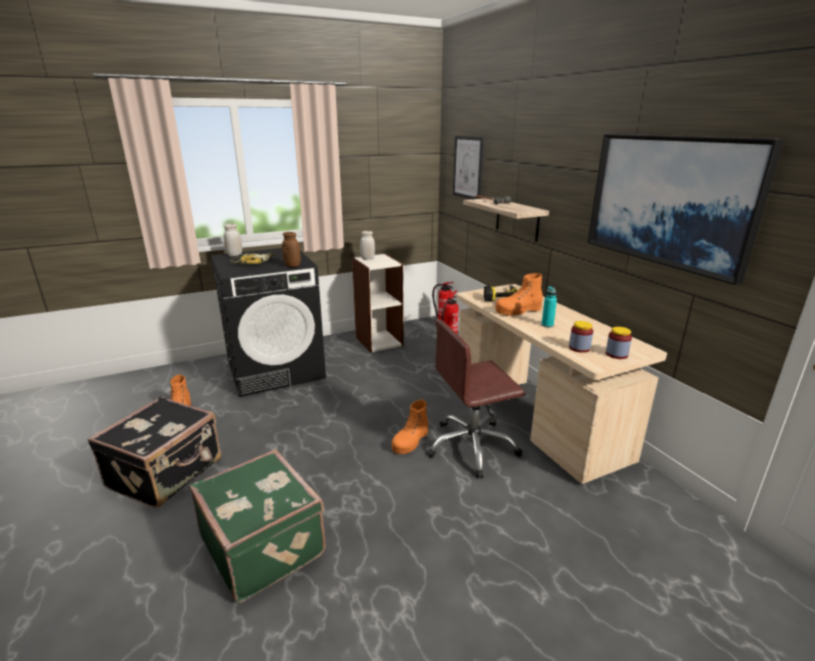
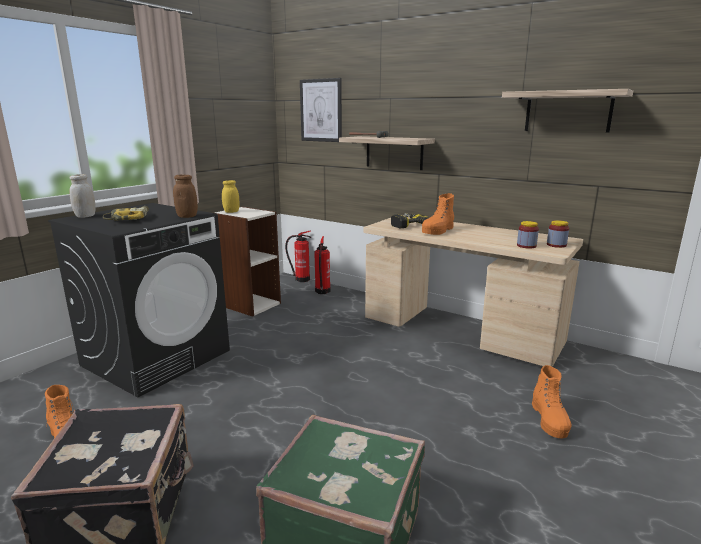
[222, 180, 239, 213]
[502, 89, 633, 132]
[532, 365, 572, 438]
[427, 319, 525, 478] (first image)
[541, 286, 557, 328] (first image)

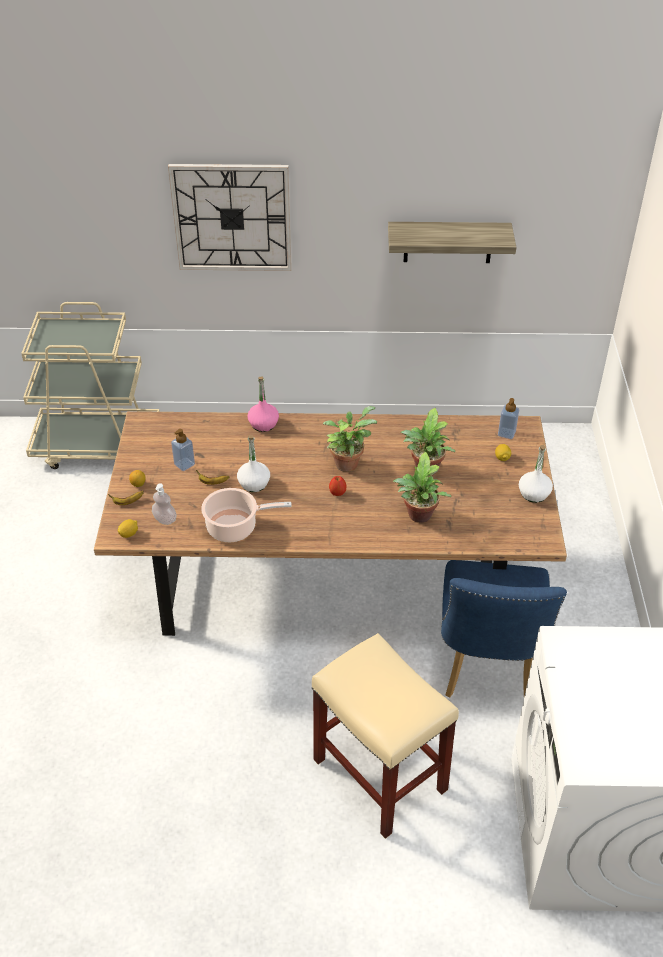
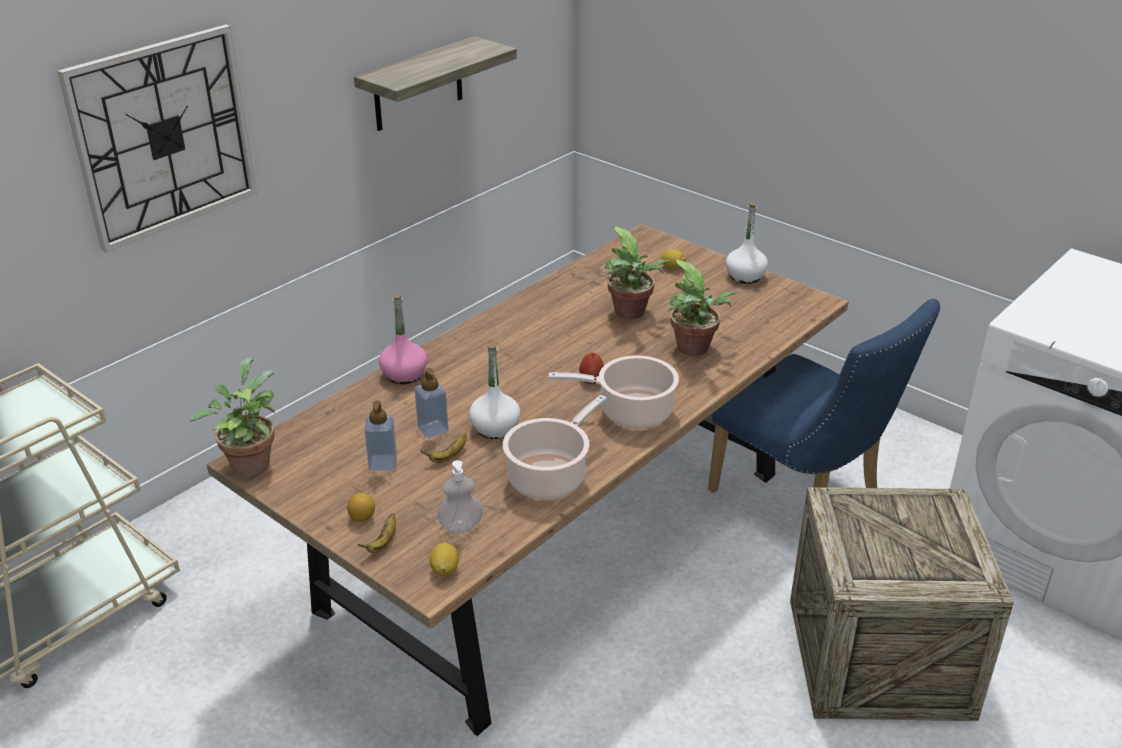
[190, 357, 275, 477]
[415, 368, 449, 438]
[549, 355, 679, 429]
[790, 487, 1014, 721]

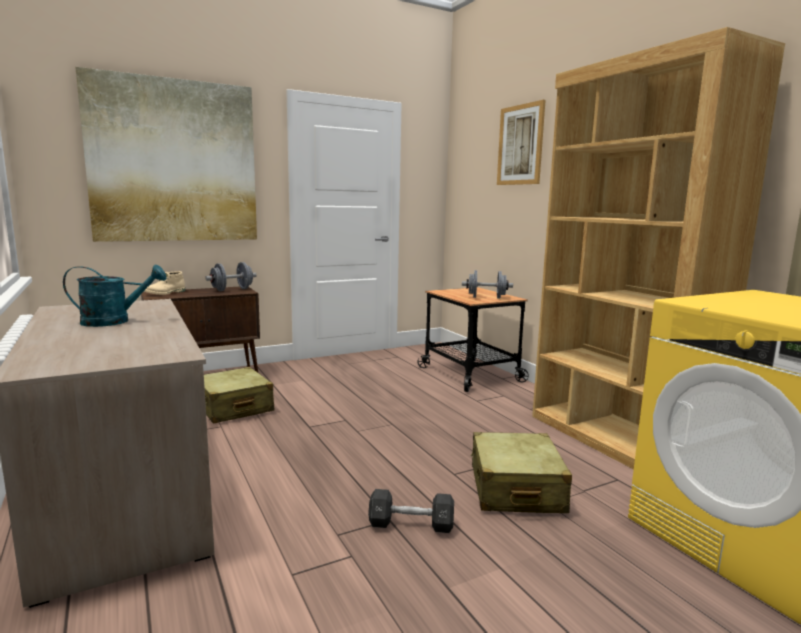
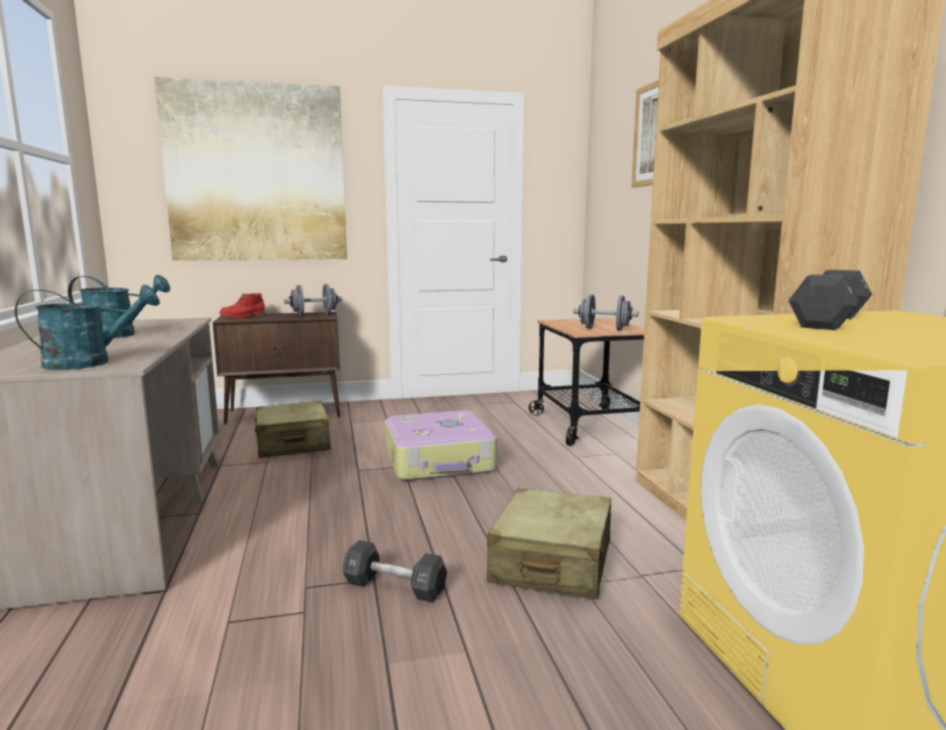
[15, 285, 160, 370]
[219, 293, 265, 318]
[385, 410, 497, 481]
[788, 269, 872, 330]

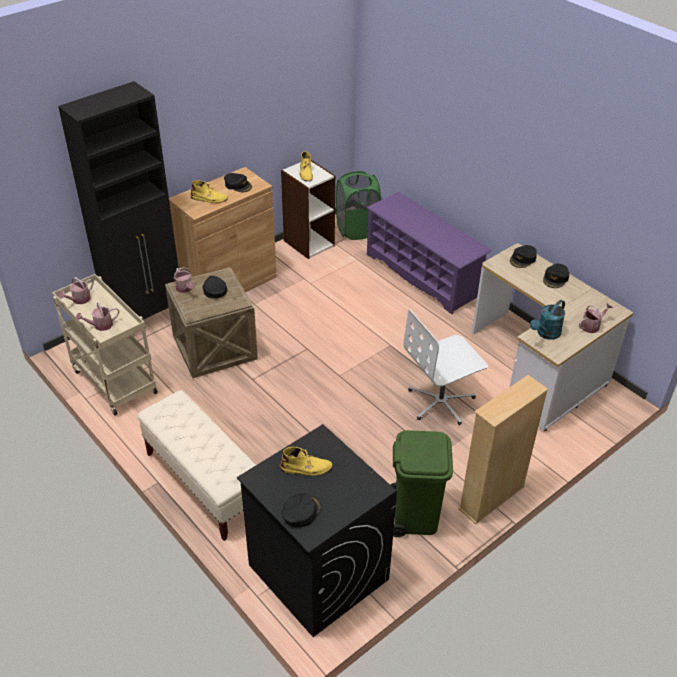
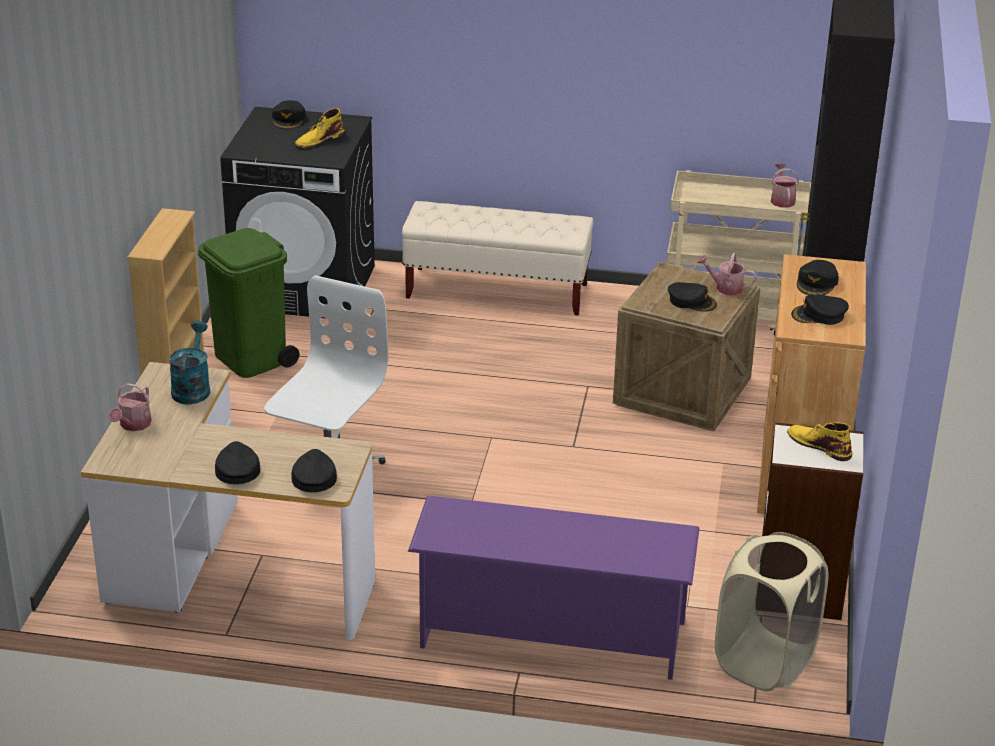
[715, 532, 828, 692]
[797, 260, 839, 295]
[76, 303, 119, 331] (first image)

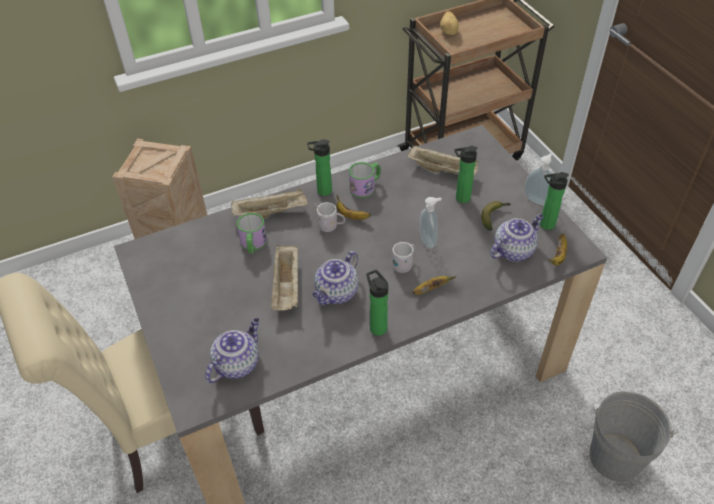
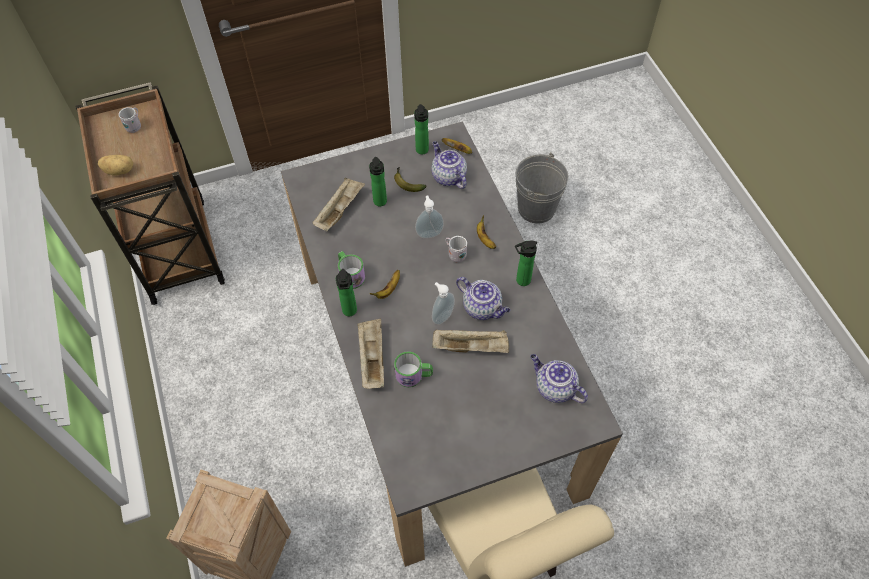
[119, 107, 141, 133]
[432, 282, 455, 325]

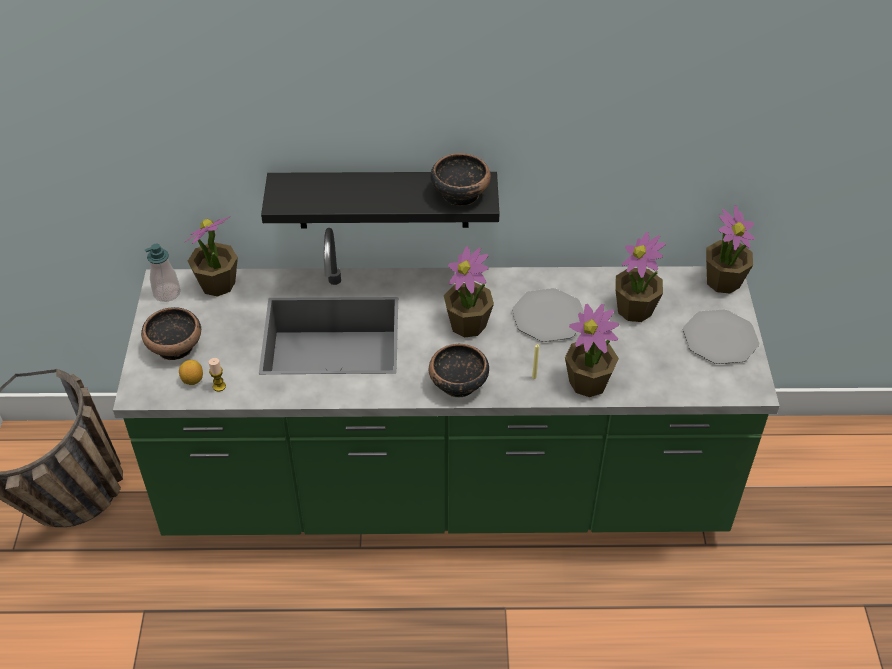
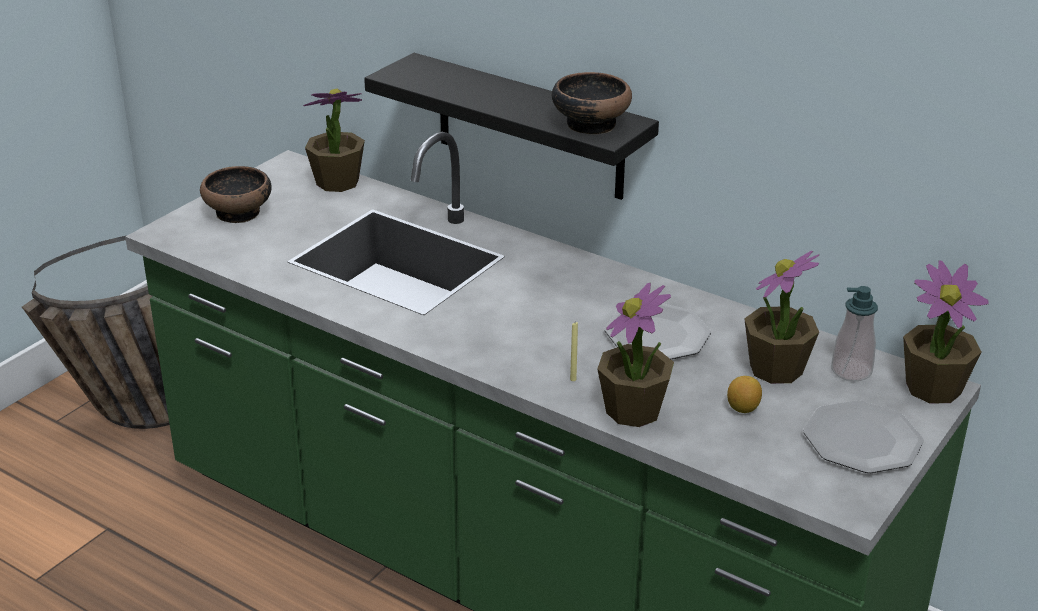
[727, 376, 762, 413]
[831, 286, 878, 381]
[209, 358, 226, 391] (first image)
[429, 344, 489, 398] (first image)
[444, 246, 494, 337] (first image)

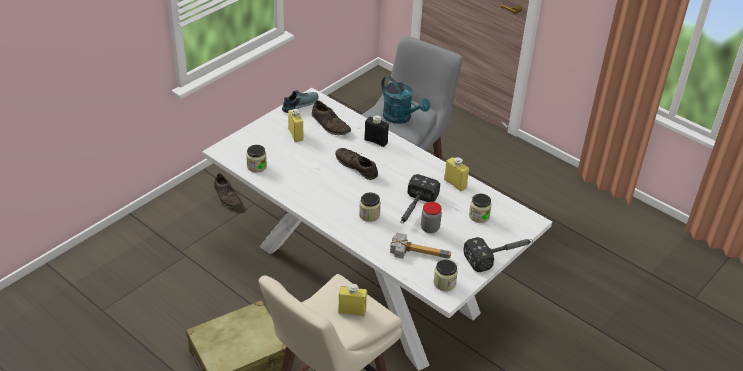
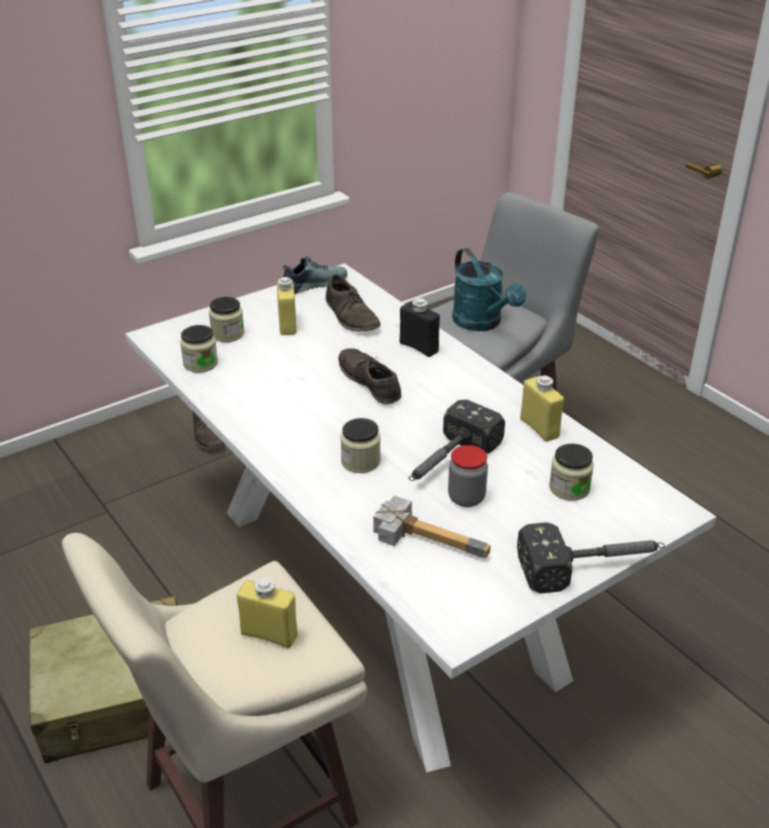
[209, 297, 244, 342]

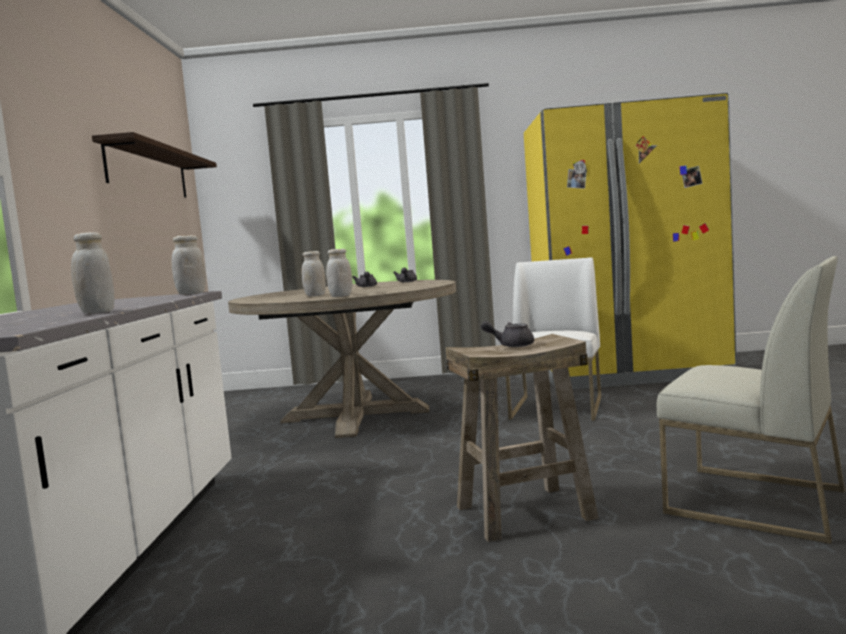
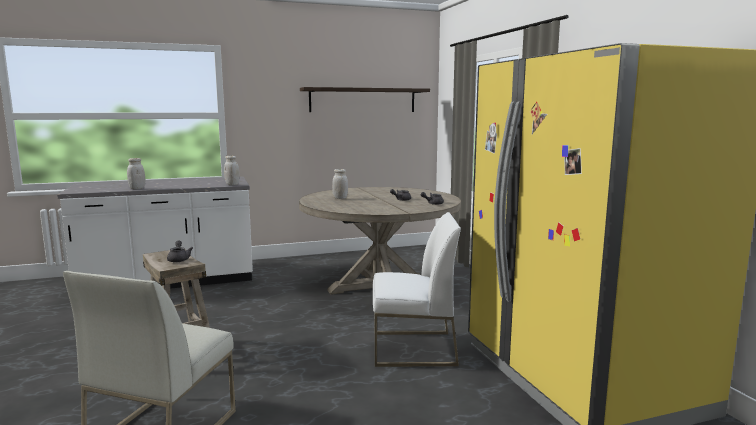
[326, 249, 352, 297] (first image)

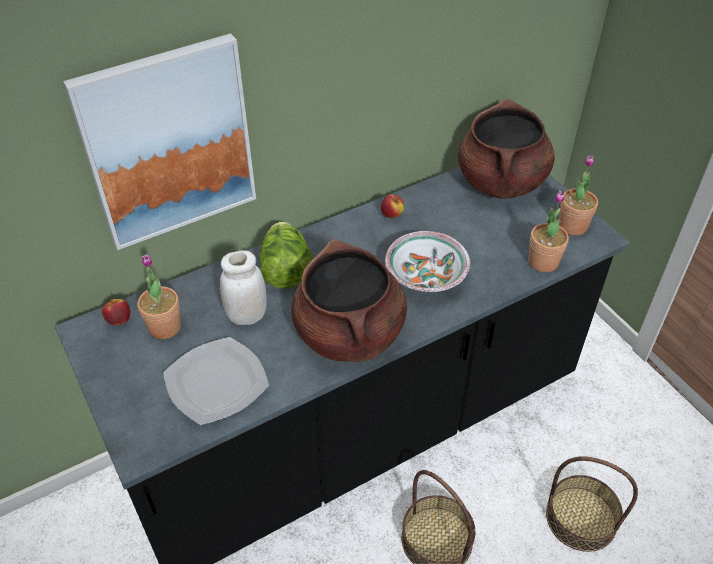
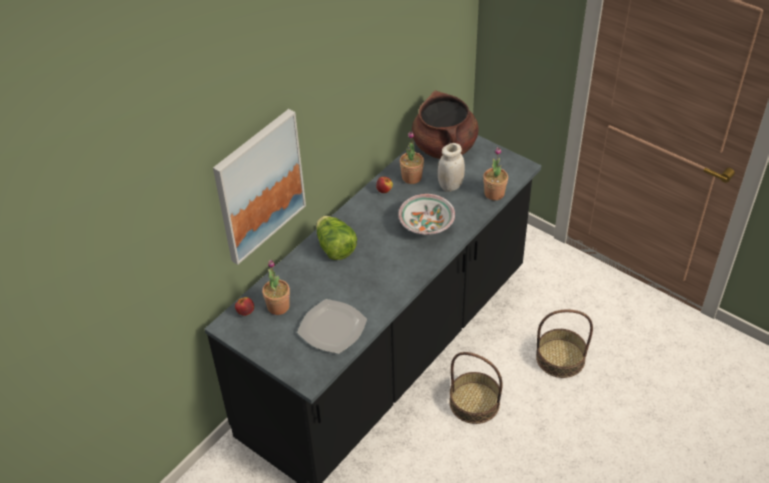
[400, 131, 424, 184]
[438, 143, 465, 192]
[291, 239, 407, 362] (first image)

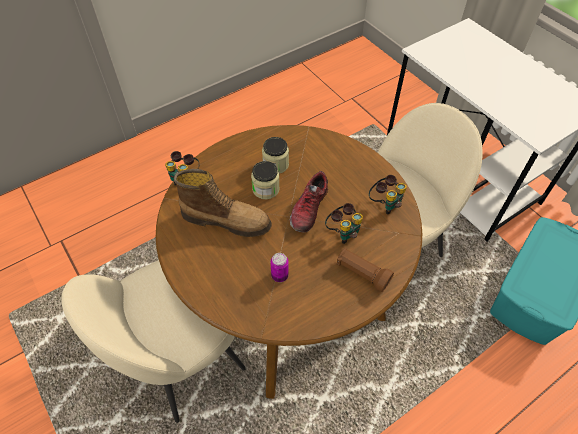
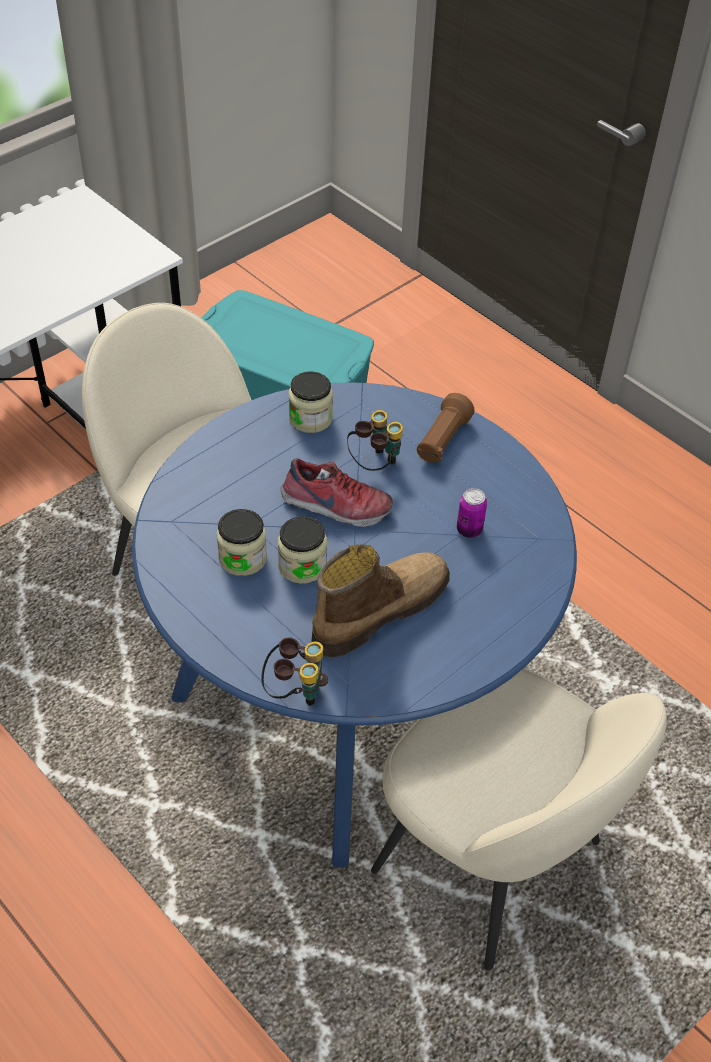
[132, 382, 577, 868]
[289, 372, 333, 433]
[311, 544, 450, 658]

